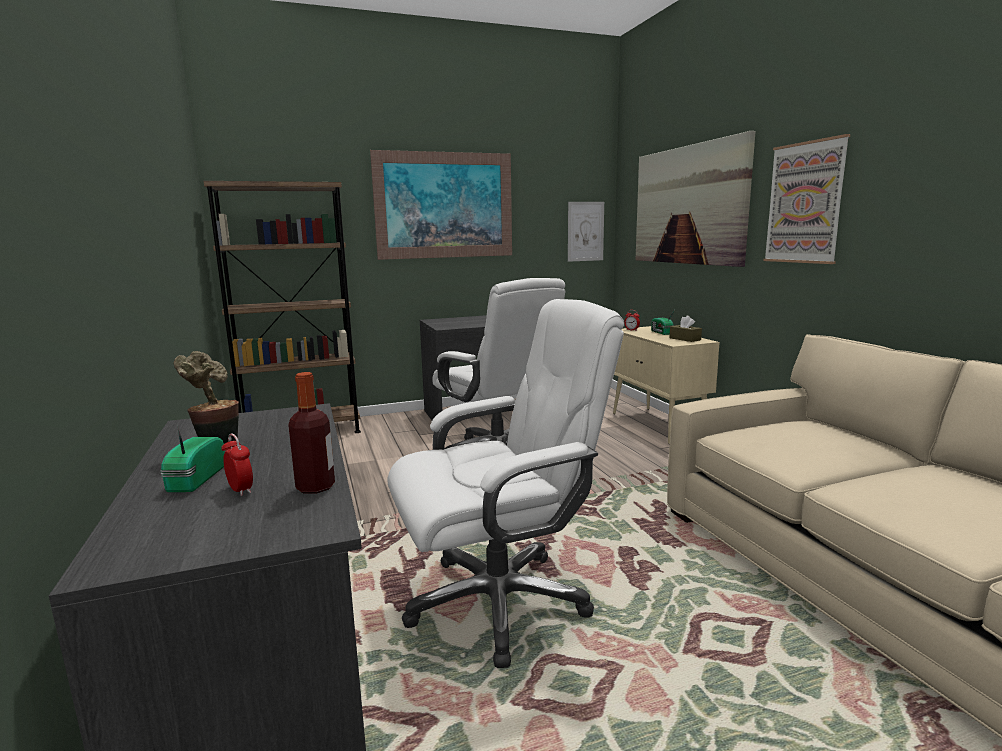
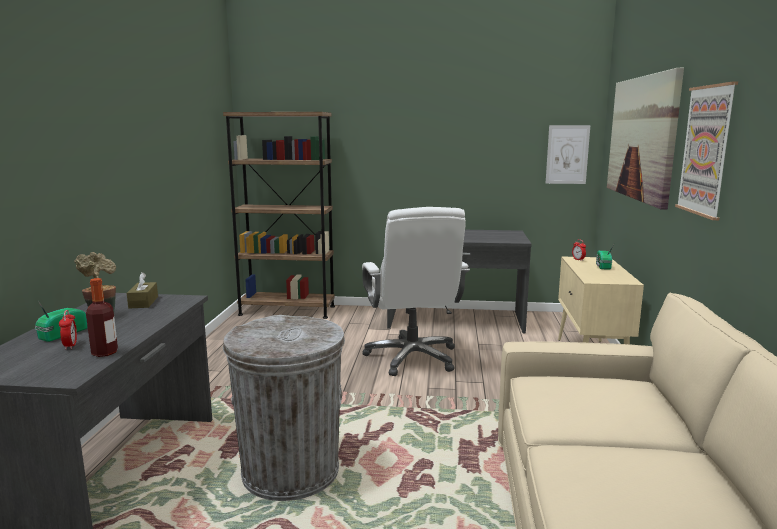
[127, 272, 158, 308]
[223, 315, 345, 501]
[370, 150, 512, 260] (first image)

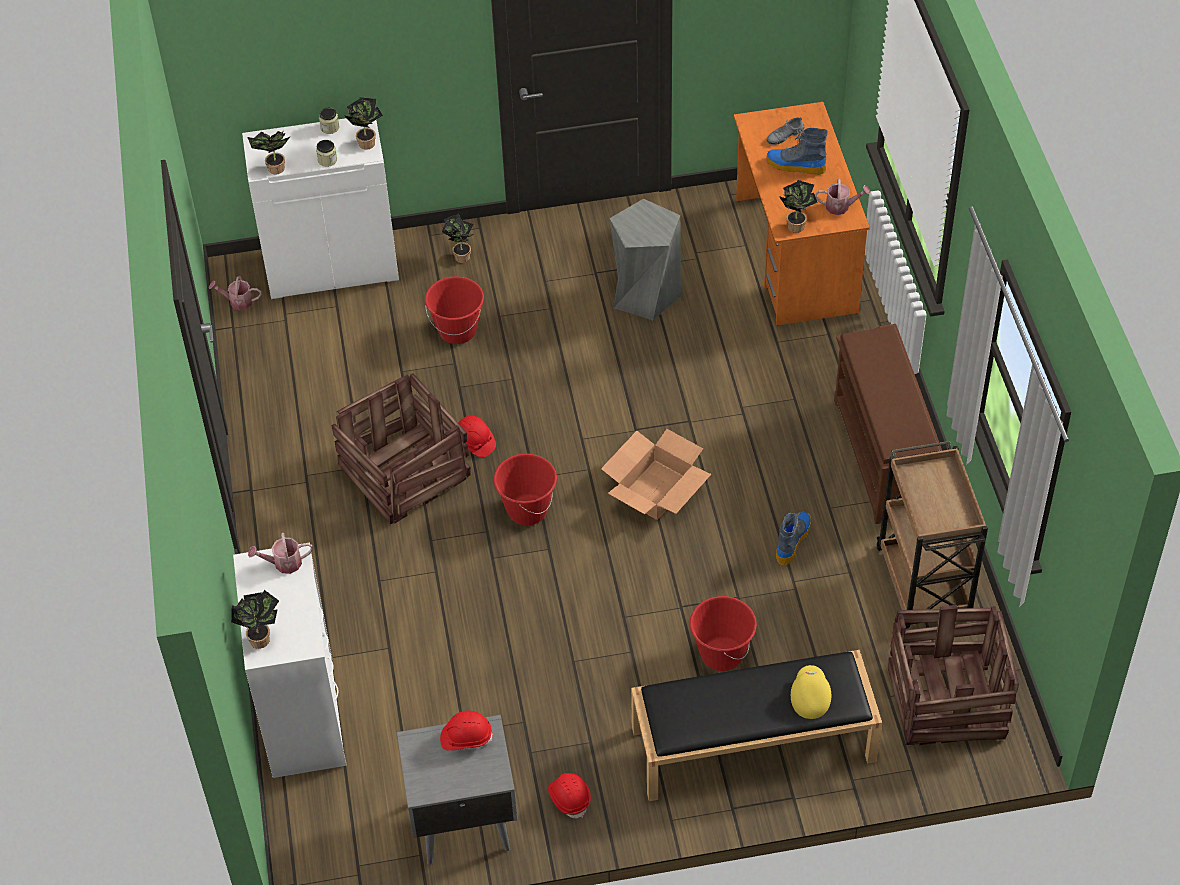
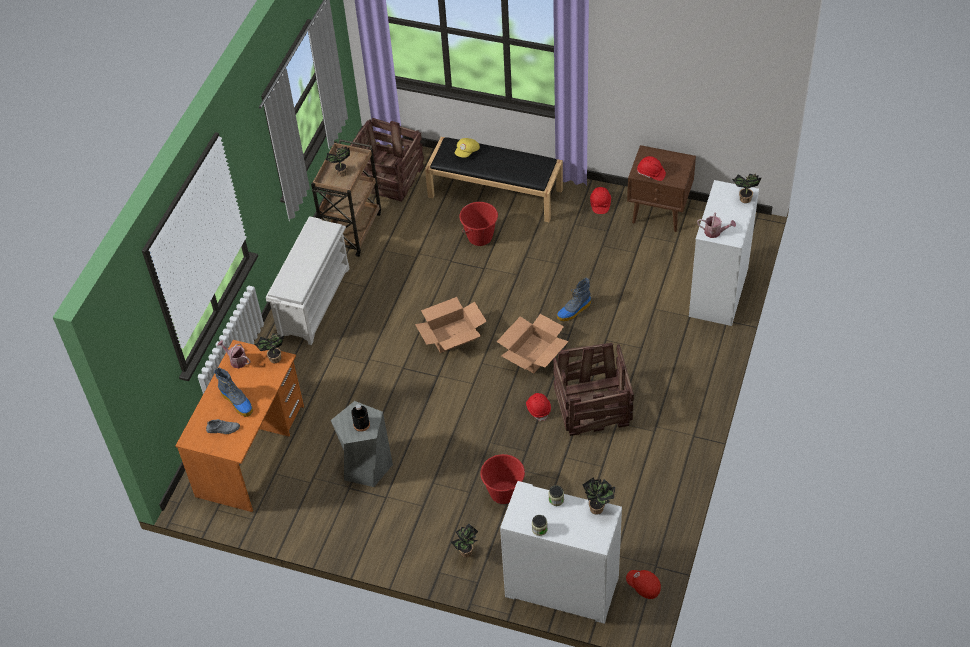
[266, 216, 350, 345]
[325, 146, 350, 177]
[351, 404, 370, 432]
[497, 314, 569, 373]
[557, 278, 591, 322]
[626, 570, 661, 599]
[627, 145, 696, 232]

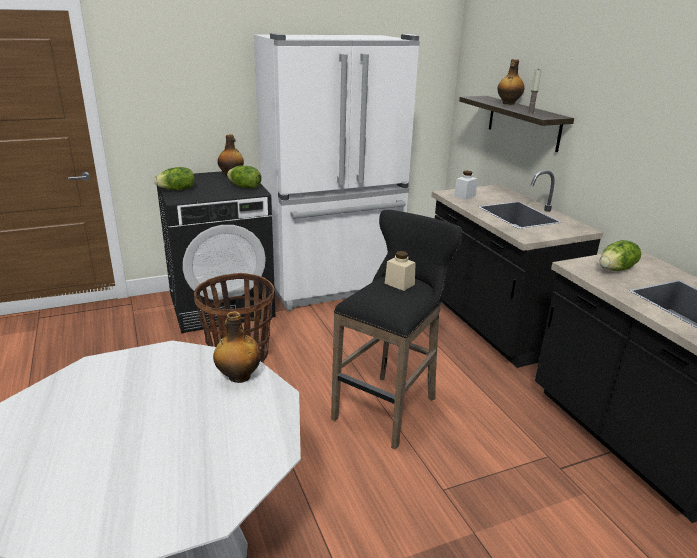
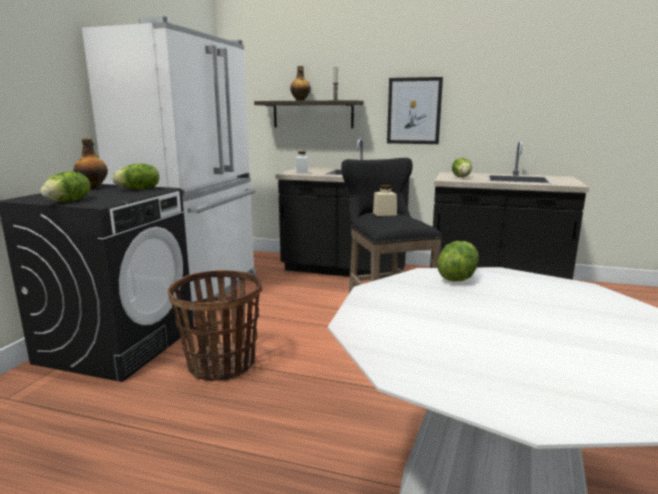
[387, 77, 443, 144]
[437, 241, 479, 282]

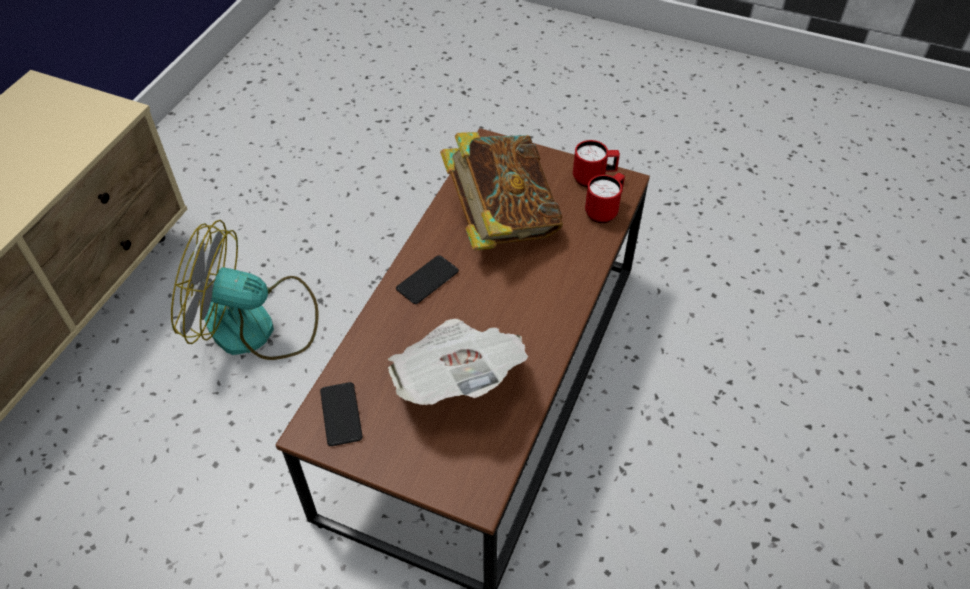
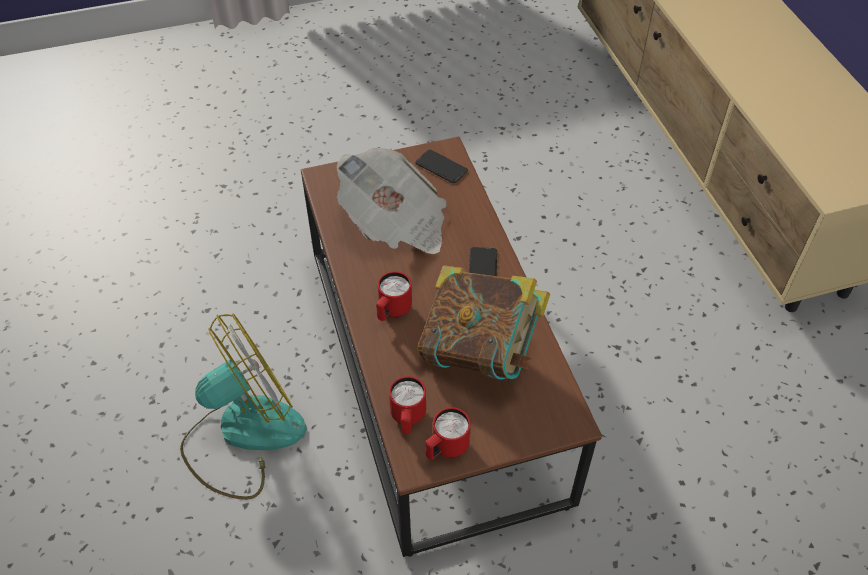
[180, 313, 306, 500]
[376, 271, 412, 321]

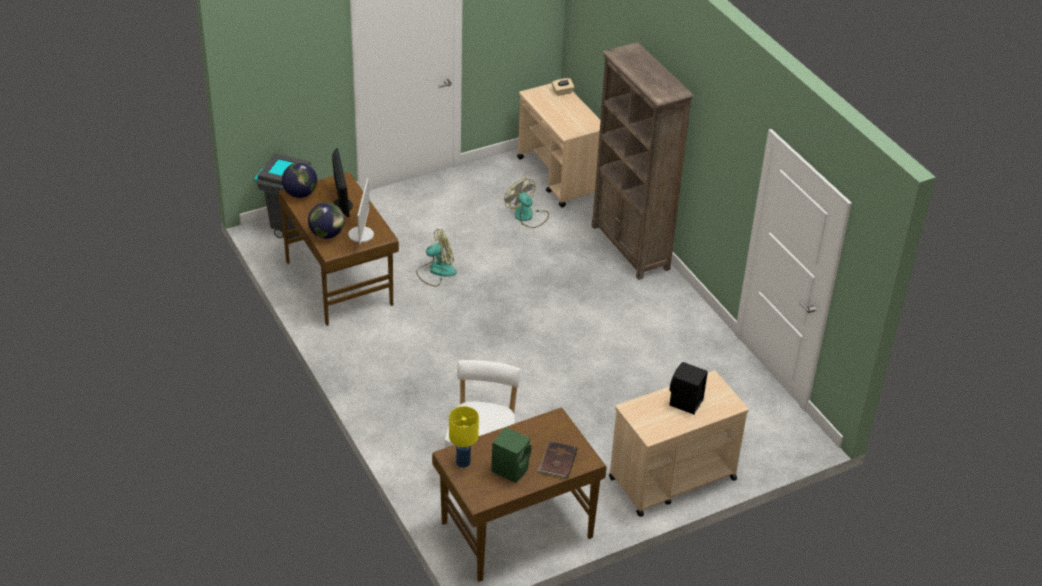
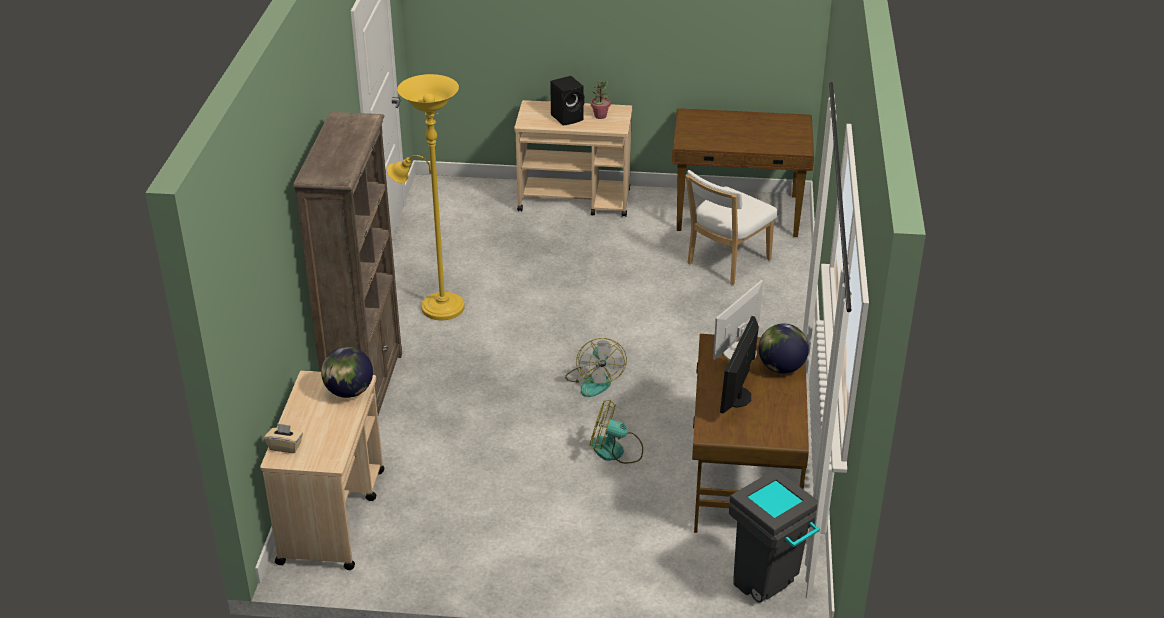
[321, 347, 373, 398]
[387, 74, 465, 320]
[565, 338, 627, 397]
[590, 80, 611, 119]
[449, 406, 479, 468] (first image)
[491, 427, 532, 483] (first image)
[538, 441, 577, 478] (first image)

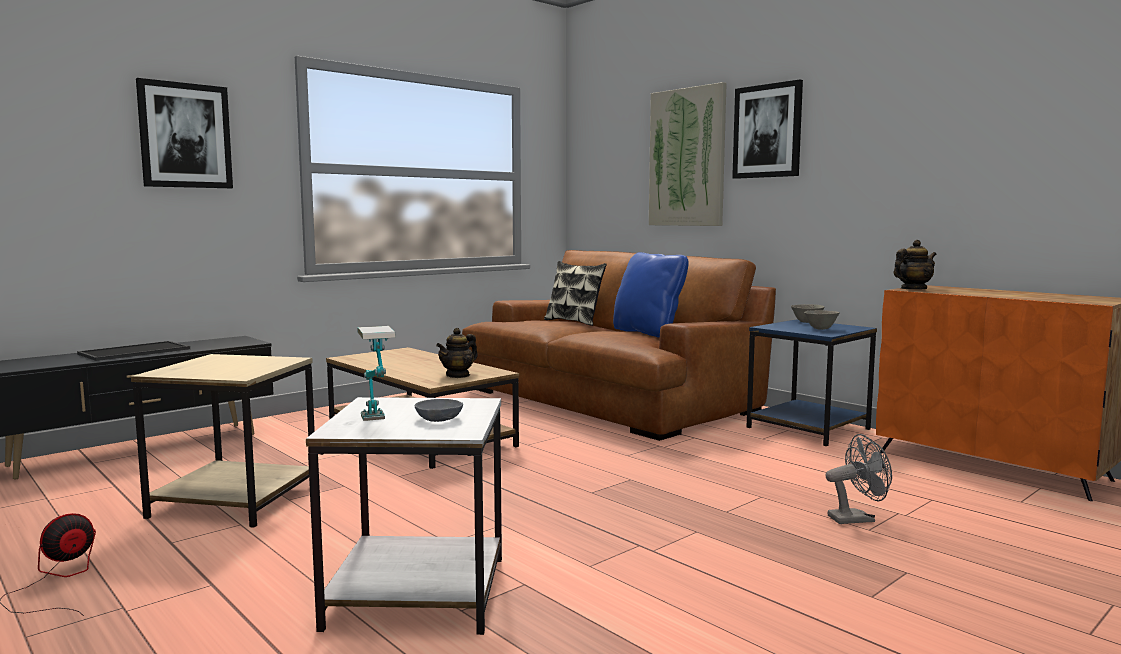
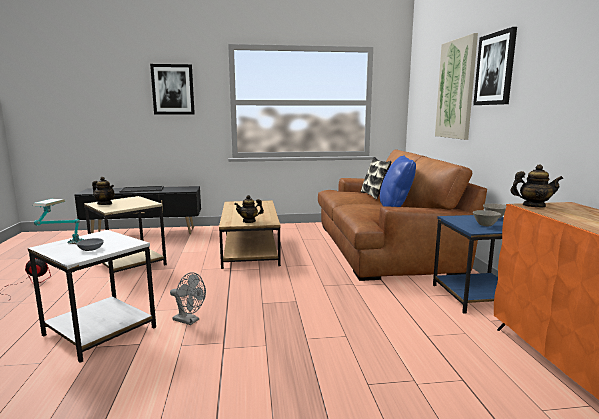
[92, 177, 115, 205]
[170, 272, 206, 325]

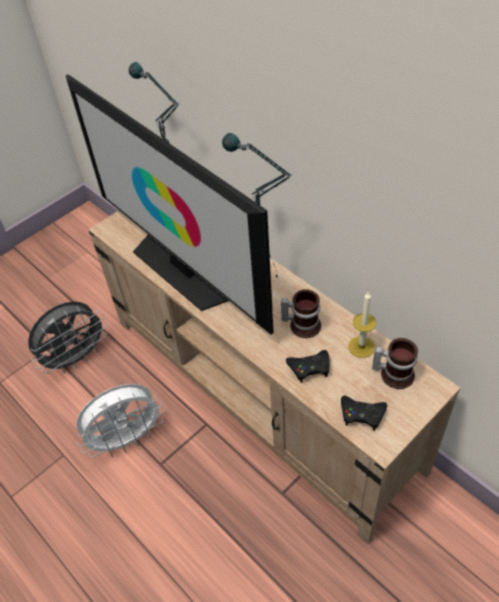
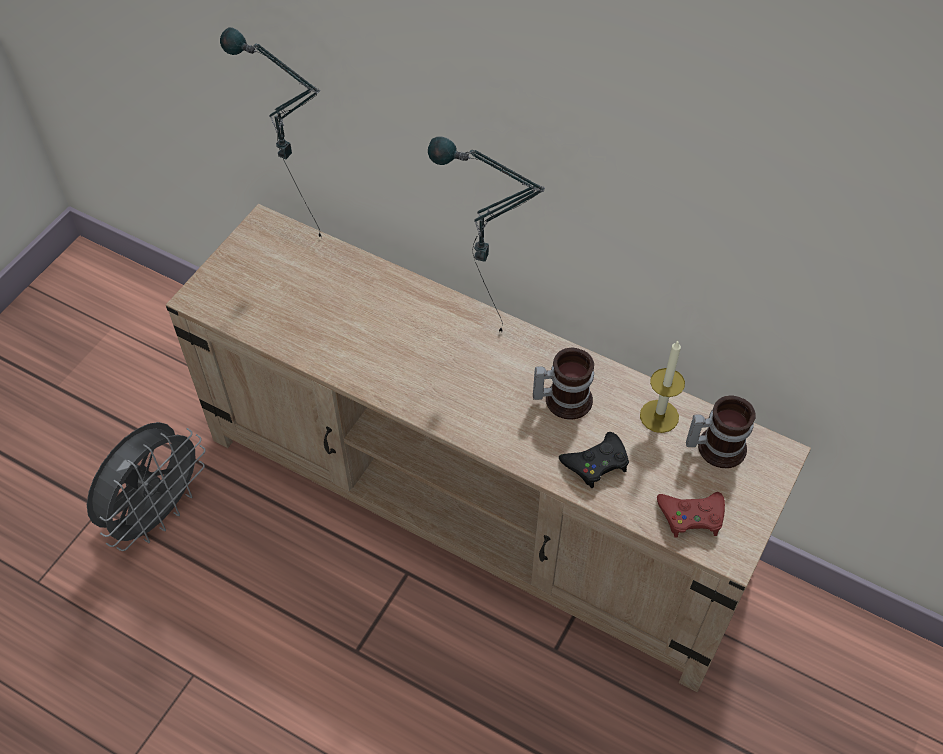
[657, 492, 725, 538]
[65, 74, 274, 335] (first image)
[77, 384, 165, 458] (first image)

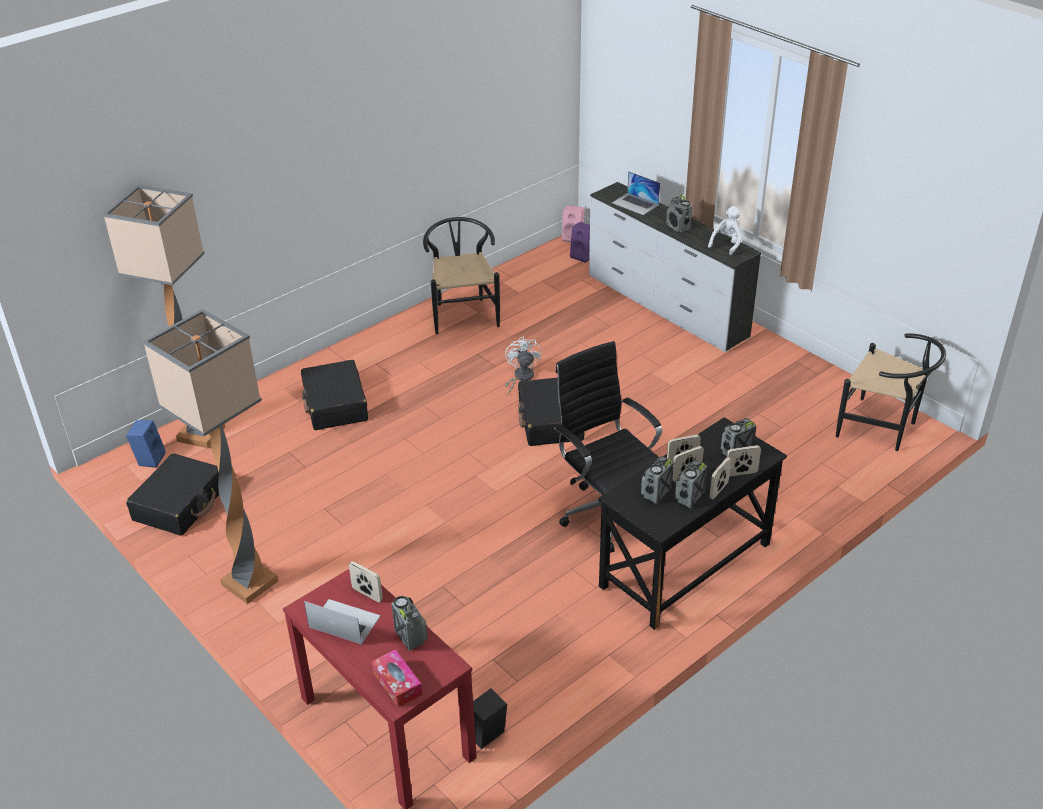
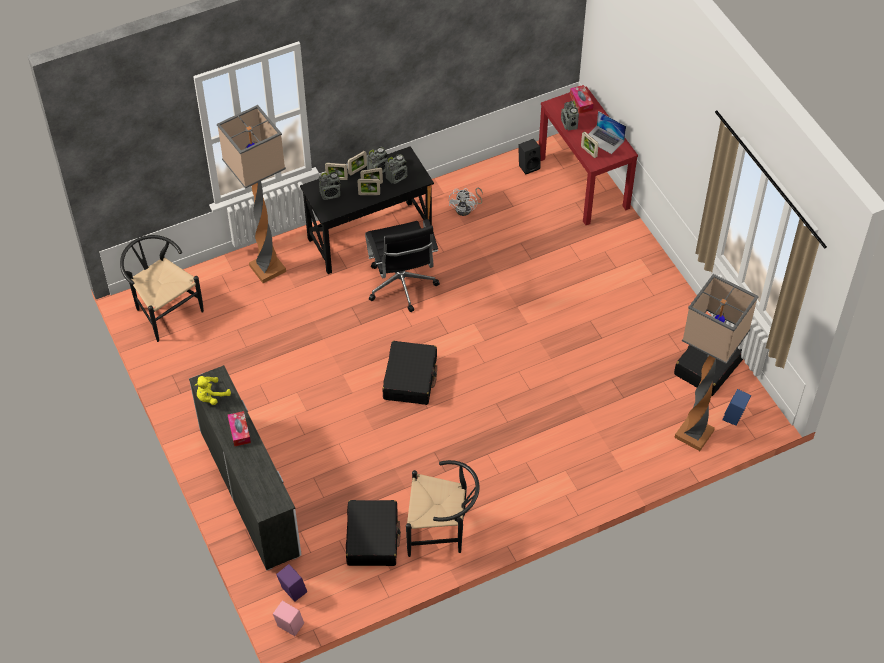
[195, 376, 231, 405]
[217, 105, 286, 283]
[228, 411, 251, 447]
[346, 500, 401, 566]
[406, 460, 480, 557]
[449, 188, 483, 216]
[612, 171, 660, 215] (first image)

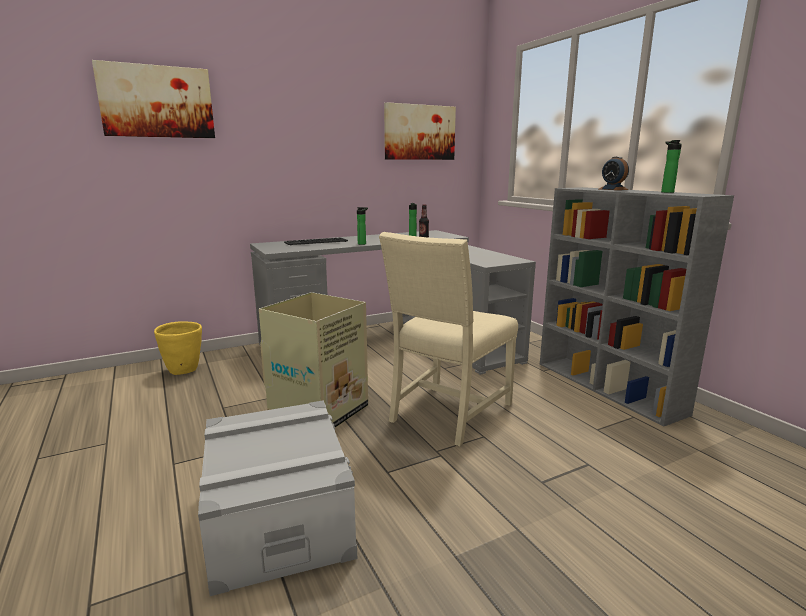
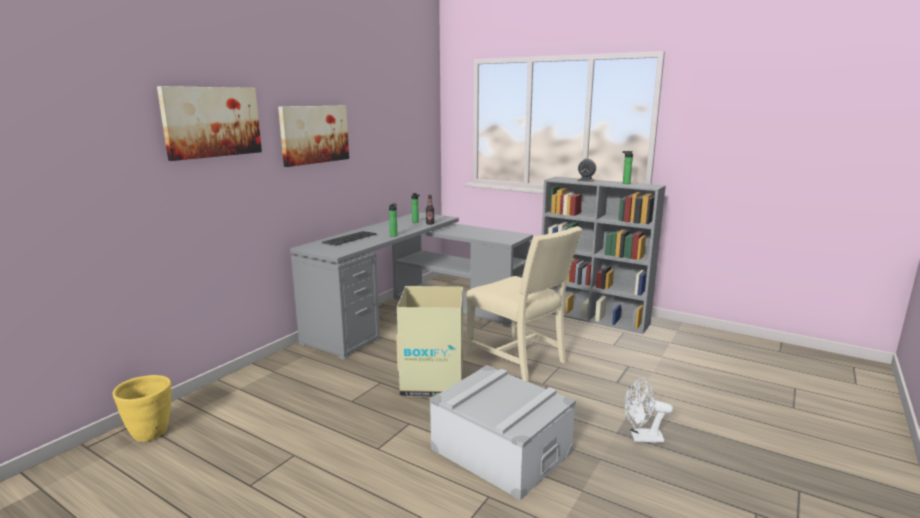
[113, 375, 171, 442]
[278, 106, 349, 167]
[466, 226, 582, 381]
[624, 377, 673, 443]

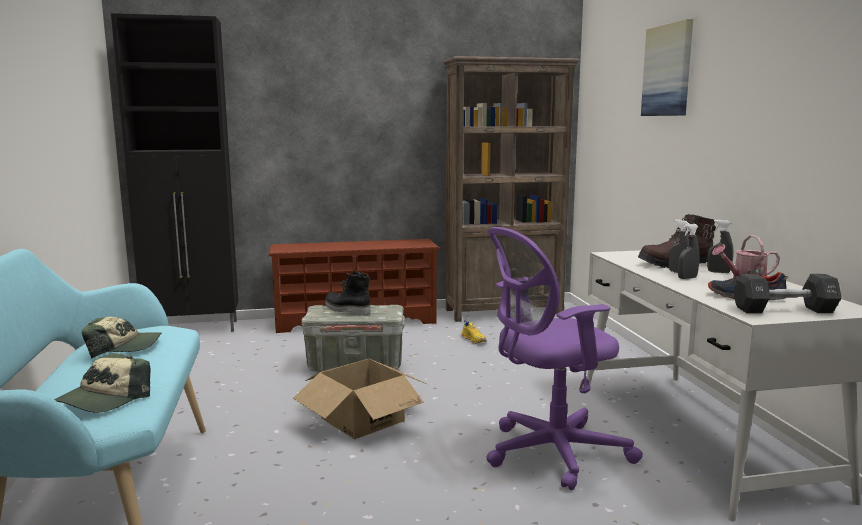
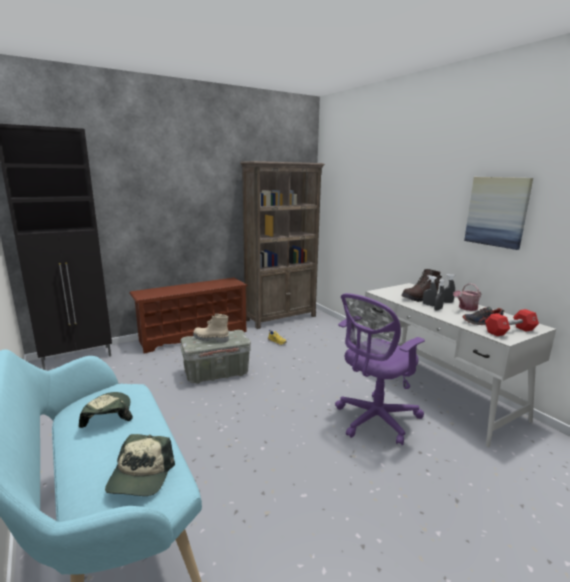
[79, 392, 133, 428]
[193, 314, 229, 343]
[464, 177, 533, 250]
[485, 309, 539, 336]
[293, 359, 426, 439] (first image)

